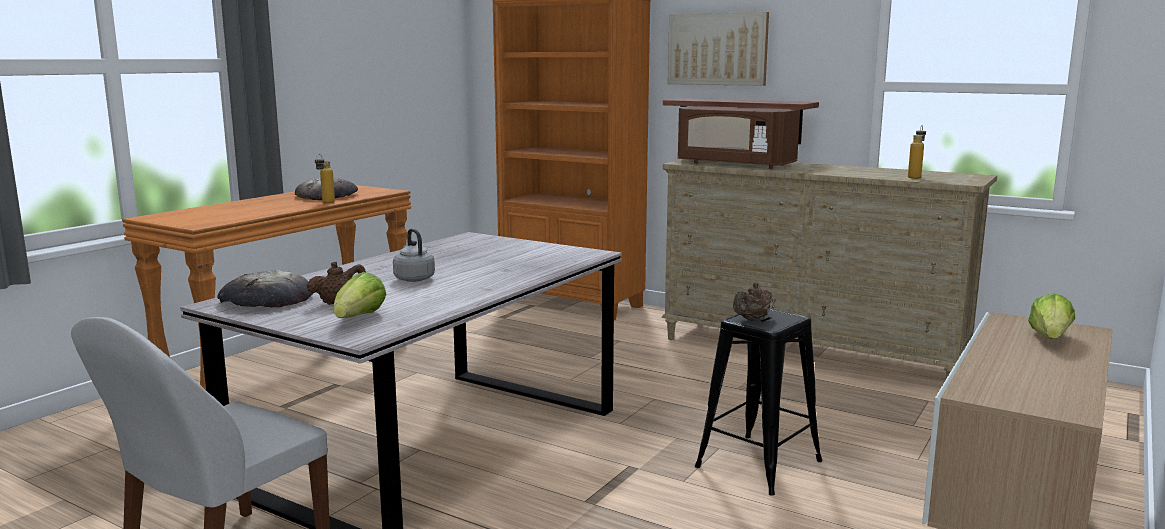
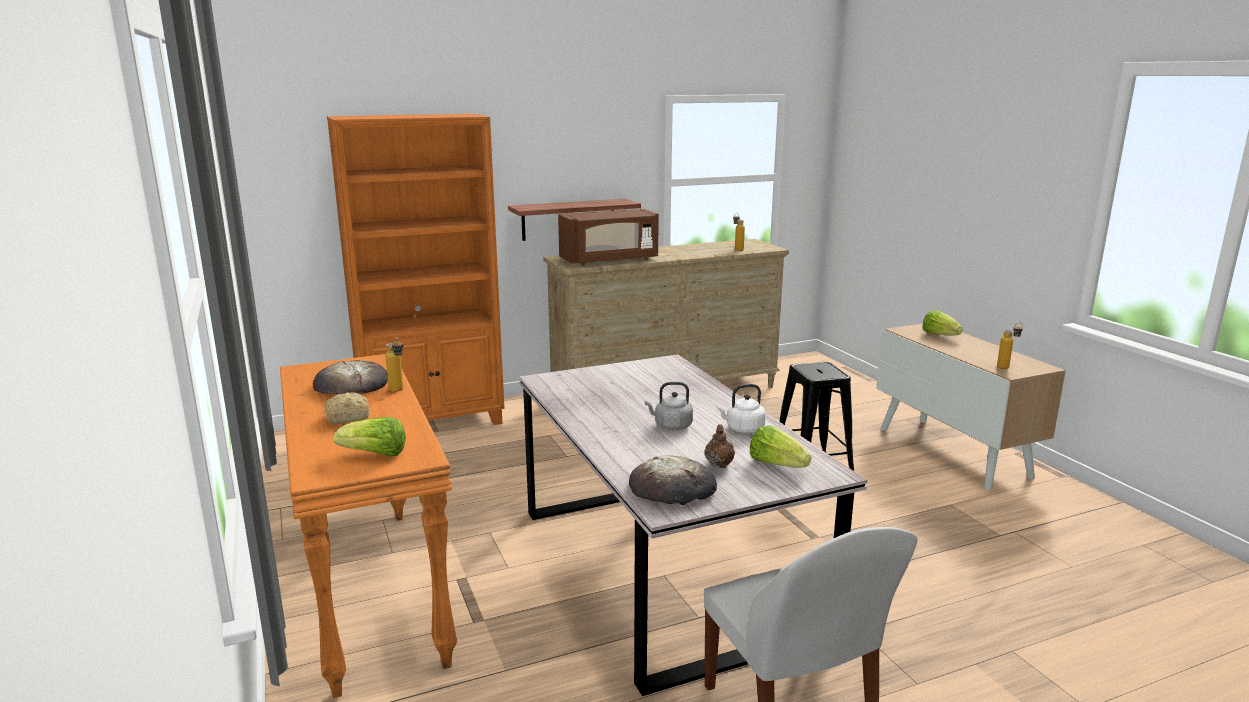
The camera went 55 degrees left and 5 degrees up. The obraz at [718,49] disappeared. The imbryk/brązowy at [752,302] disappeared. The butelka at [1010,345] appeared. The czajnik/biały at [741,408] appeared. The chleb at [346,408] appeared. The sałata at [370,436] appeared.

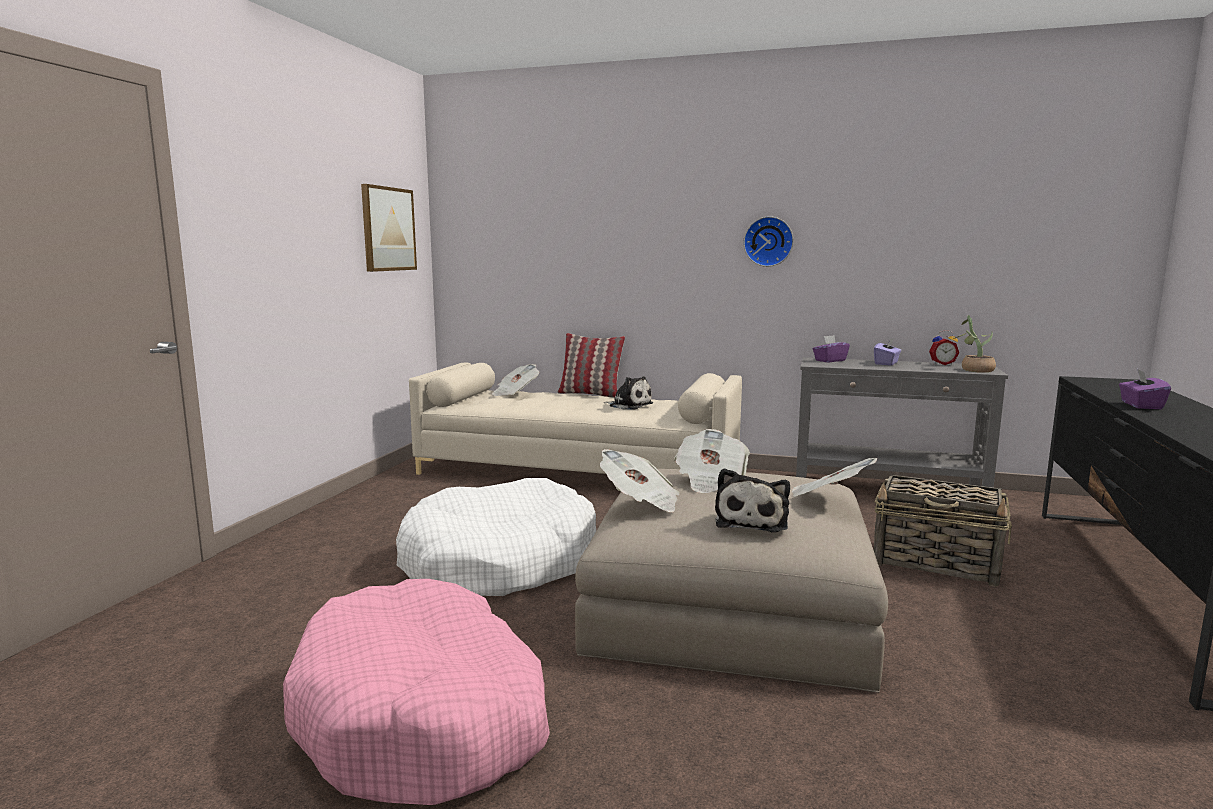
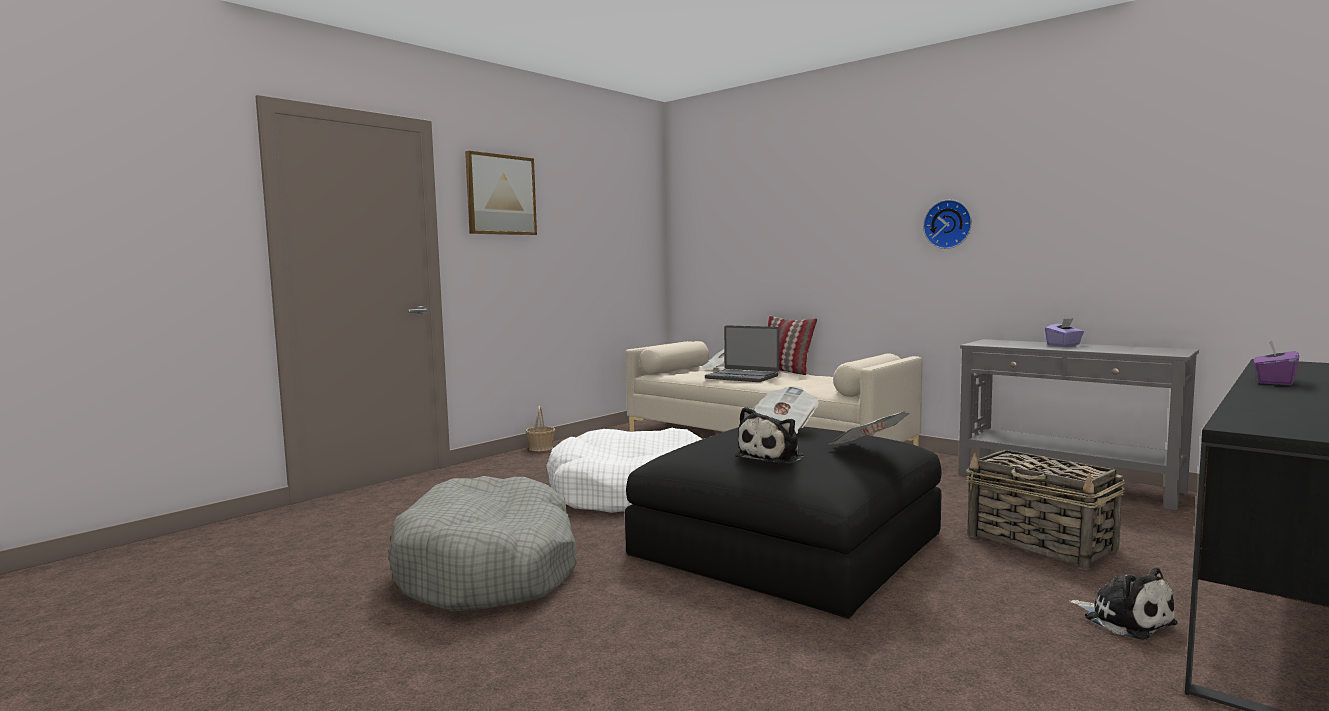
The camera went 25 degrees right and 5 degrees down. The obraz moved from [389,228] to [501,193]. The roślina doniczkowa at [974,344] disappeared. The budzik at [944,347] disappeared. The pudełko chusteczek/fioletowy at [831,348] disappeared. The pluszak moved from [628,393] to [1123,604]. The gazeta at [640,480] disappeared. The pufa/beżowy at [731,581] became the pufa/czarny at [783,523]. The legowisko/różowy at [416,692] became the legowisko/szary at [483,543]. The laptop at [742,353] appeared. The koszyk at [540,428] appeared.

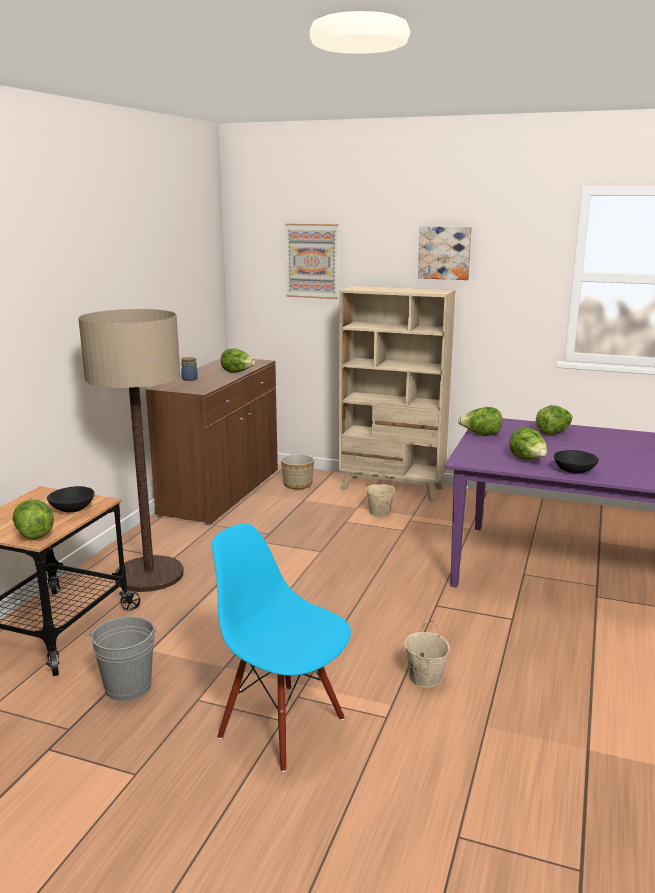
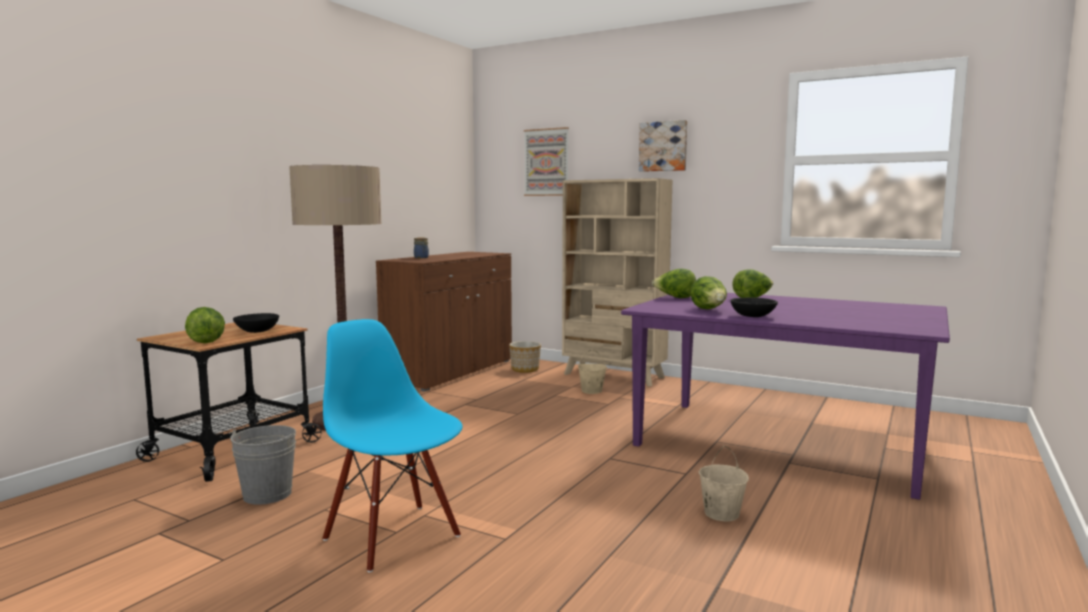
The camera went 10 degrees right and 10 degrees down. The sałata at [238,360] disappeared. The wiadro/beżowy moved from [427,654] to [724,483].

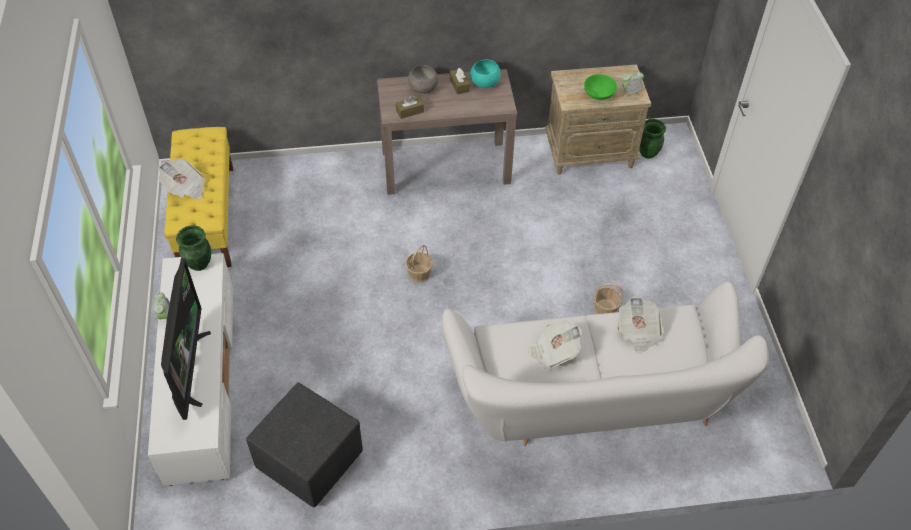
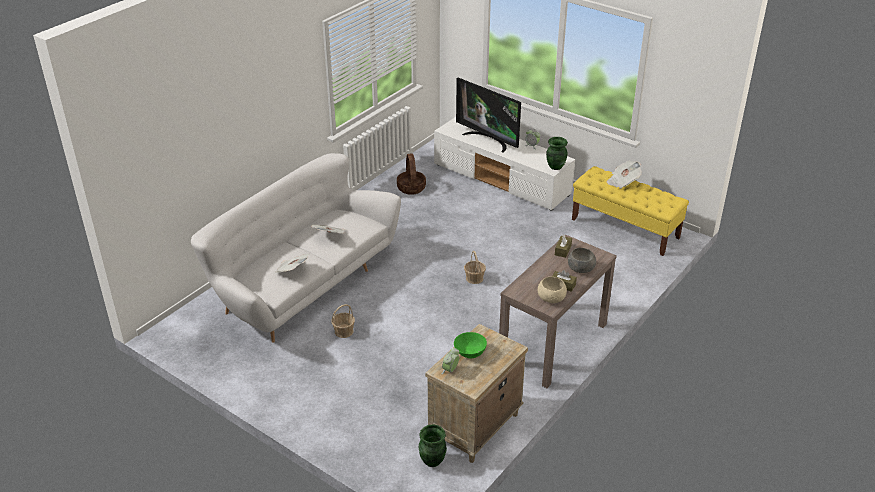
The camera went 135 degrees right and 15 degrees down. The miska/turkusowy at [485,74] became the miska/beżowy at [552,290]. The pufa/czarny at [304,445] was replaced by the koszyk at [411,174].

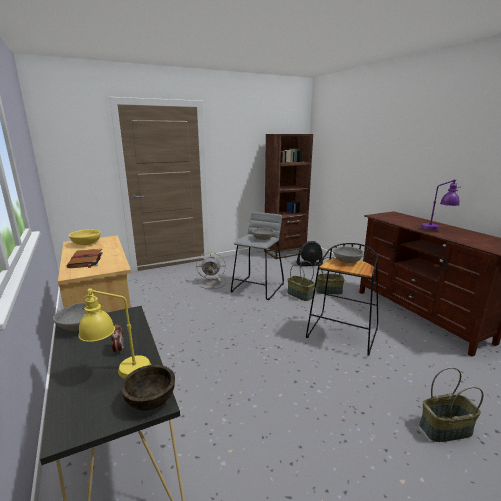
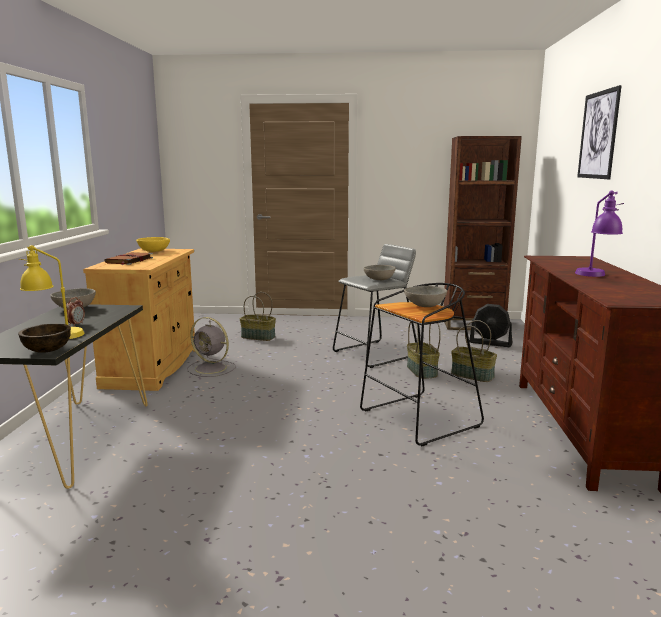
The camera went 30 degrees right and 5 degrees down. The wentylator/szary moved from [211,270] to [211,347]. The koszyk moved from [451,404] to [258,316]. The obraz at [599,132] appeared.

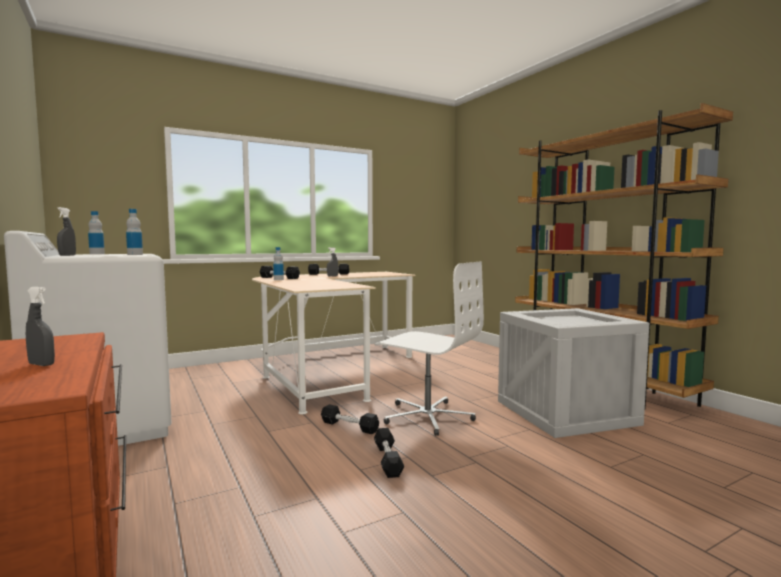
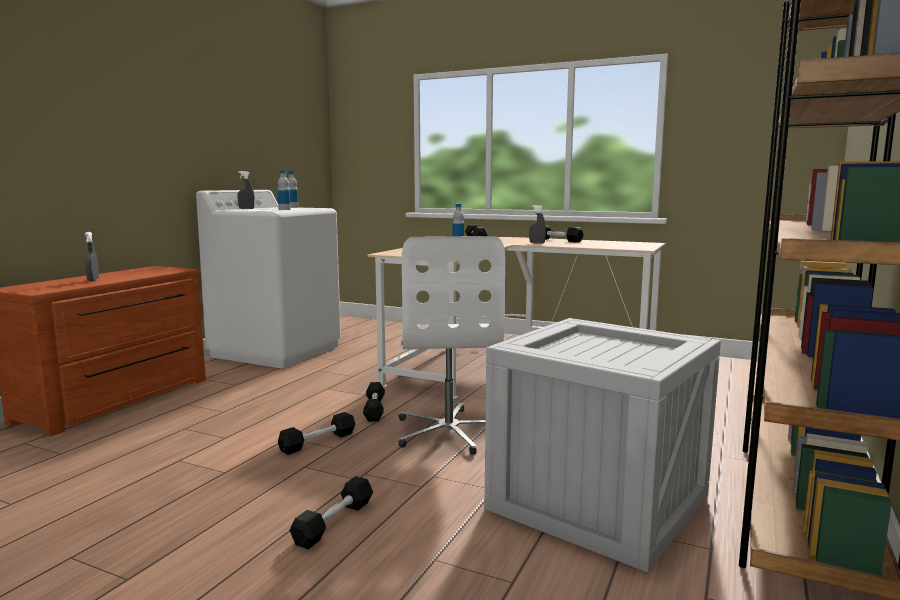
The camera went 55 degrees right and 5 degrees up. The hantel/czarny at [331,512] appeared.

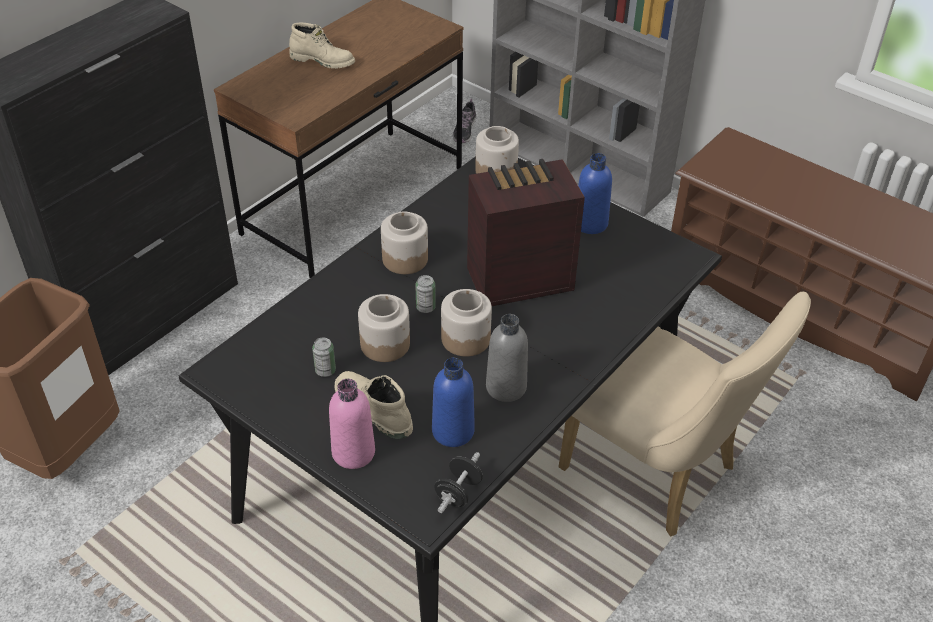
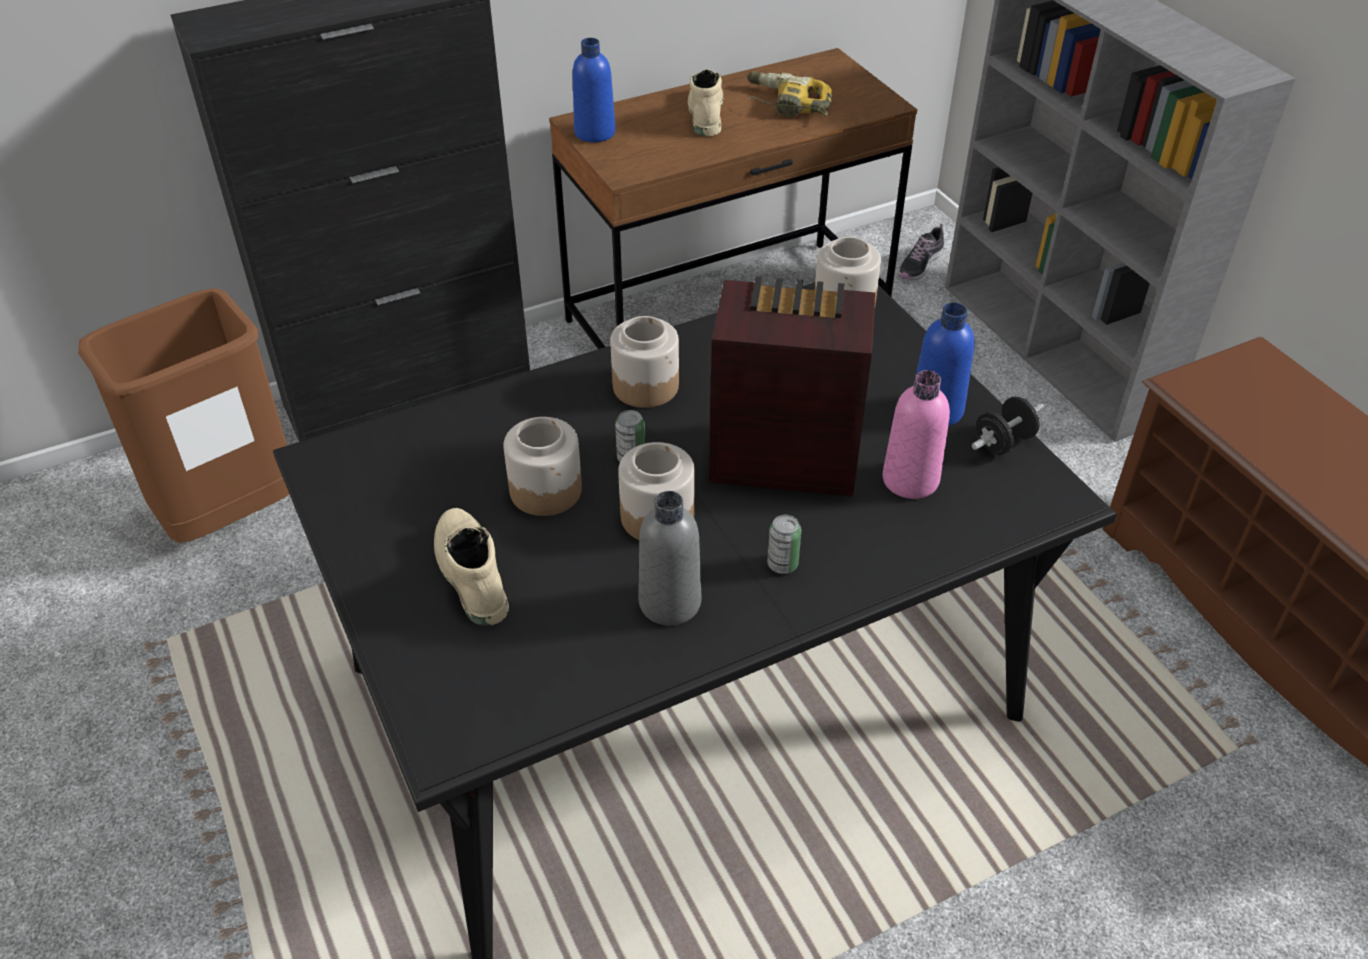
The camera went 25 degrees right and 0 degrees up. The but z cholewką/beżowy at [322,46] turned 135 degrees counterclockwise. The krzesło/beżowy at [684,414] disappeared. The puszka moved from [324,357] to [784,544]. The butelka/niebieski moved from [453,402] to [594,90]. The butelka/różowy moved from [352,424] to [916,434]. The hantel/czarny moved from [458,482] to [1008,425]. The wiertarka at [789,94] appeared.

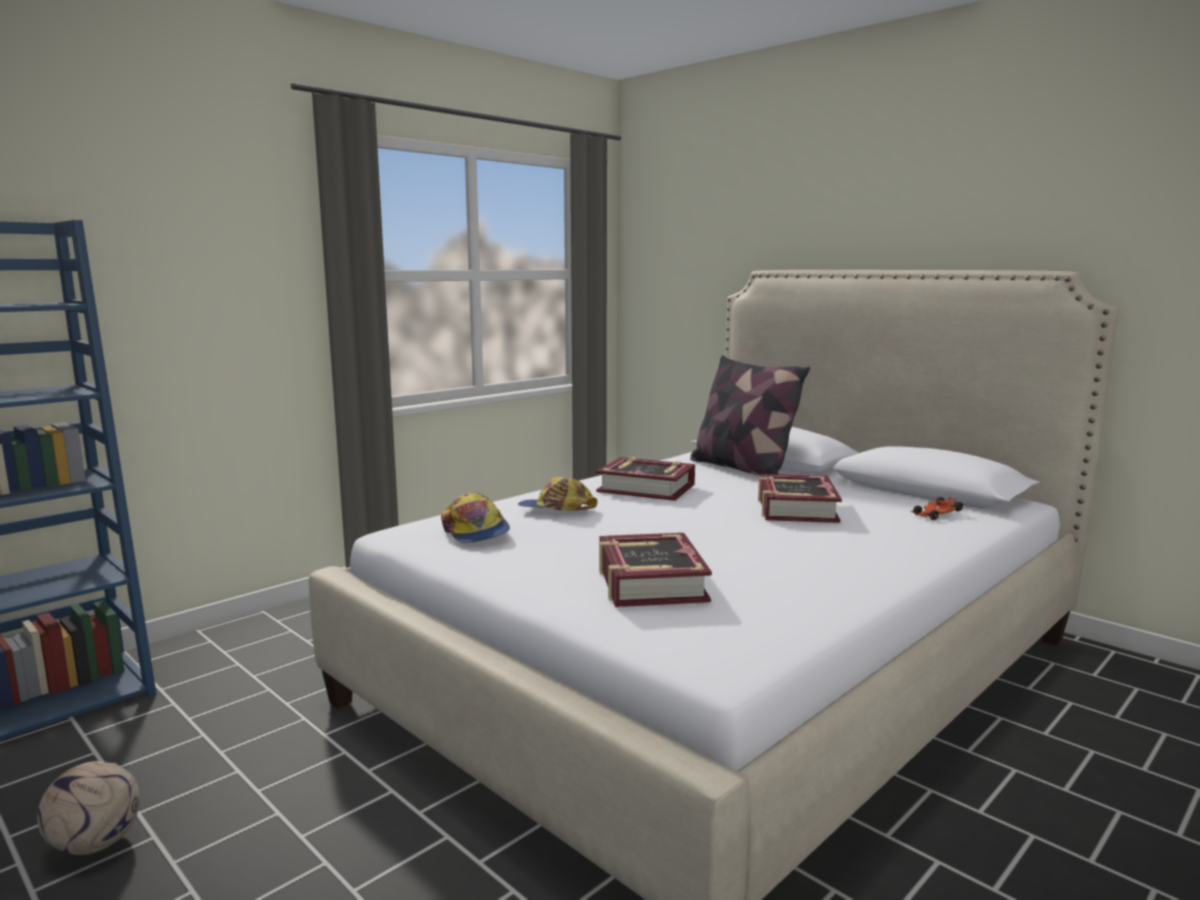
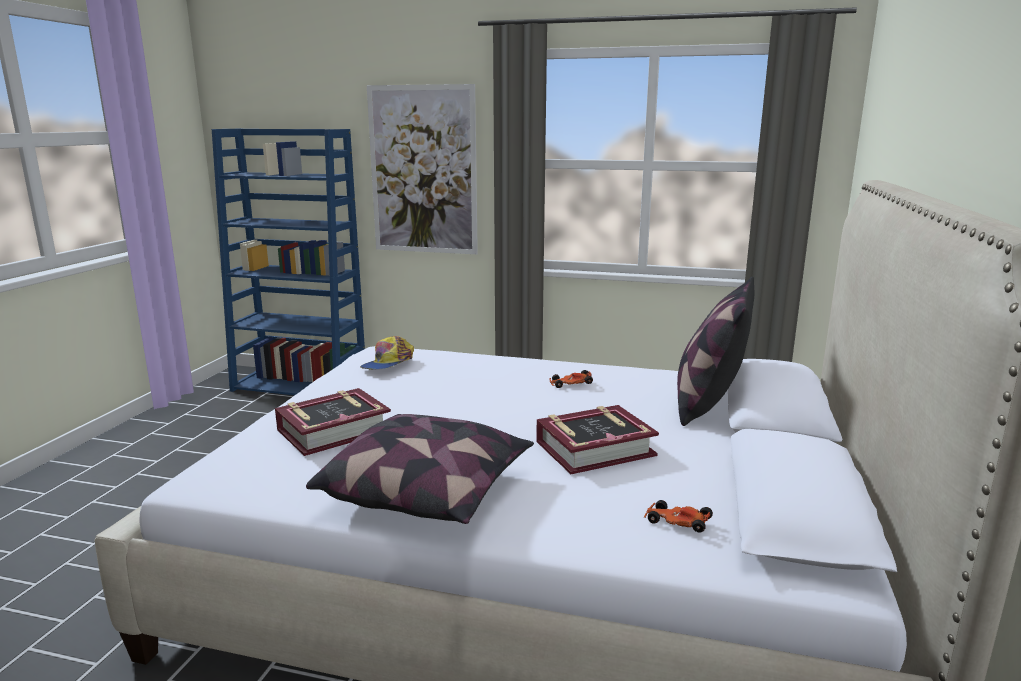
The camera went 60 degrees right and 5 degrees up. The książka at [645,479] was replaced by the samochodzik at [571,379]. The czapka z daszkiem at [557,494] disappeared. The piłka futbolowa at [88,808] disappeared. The obraz at [422,169] appeared. The poduszka at [420,469] appeared.

